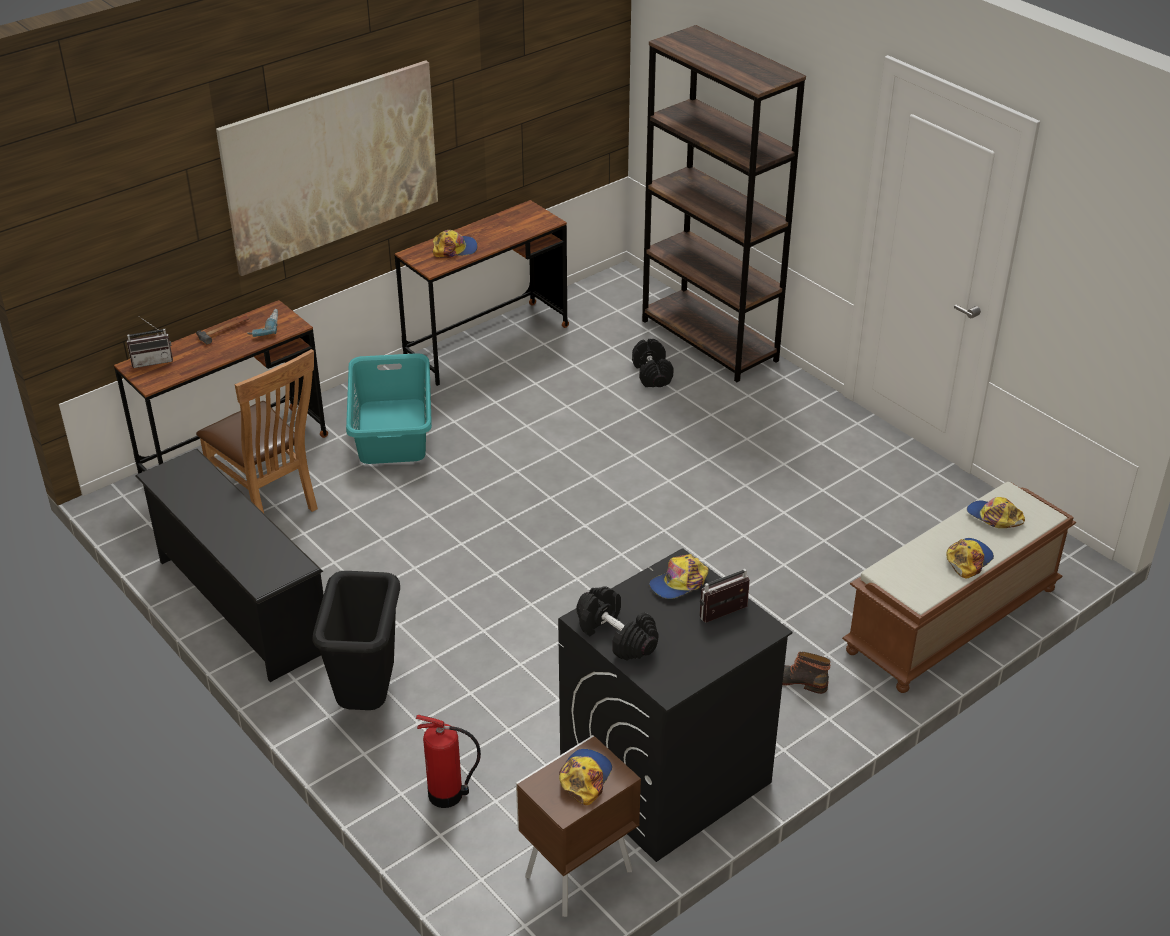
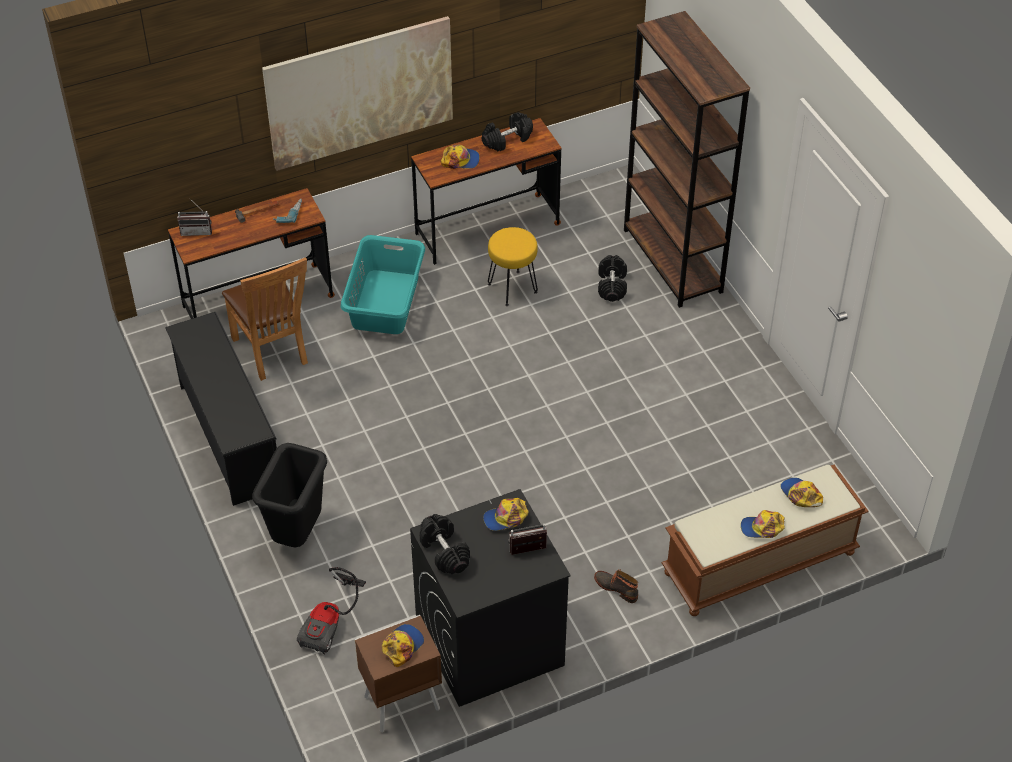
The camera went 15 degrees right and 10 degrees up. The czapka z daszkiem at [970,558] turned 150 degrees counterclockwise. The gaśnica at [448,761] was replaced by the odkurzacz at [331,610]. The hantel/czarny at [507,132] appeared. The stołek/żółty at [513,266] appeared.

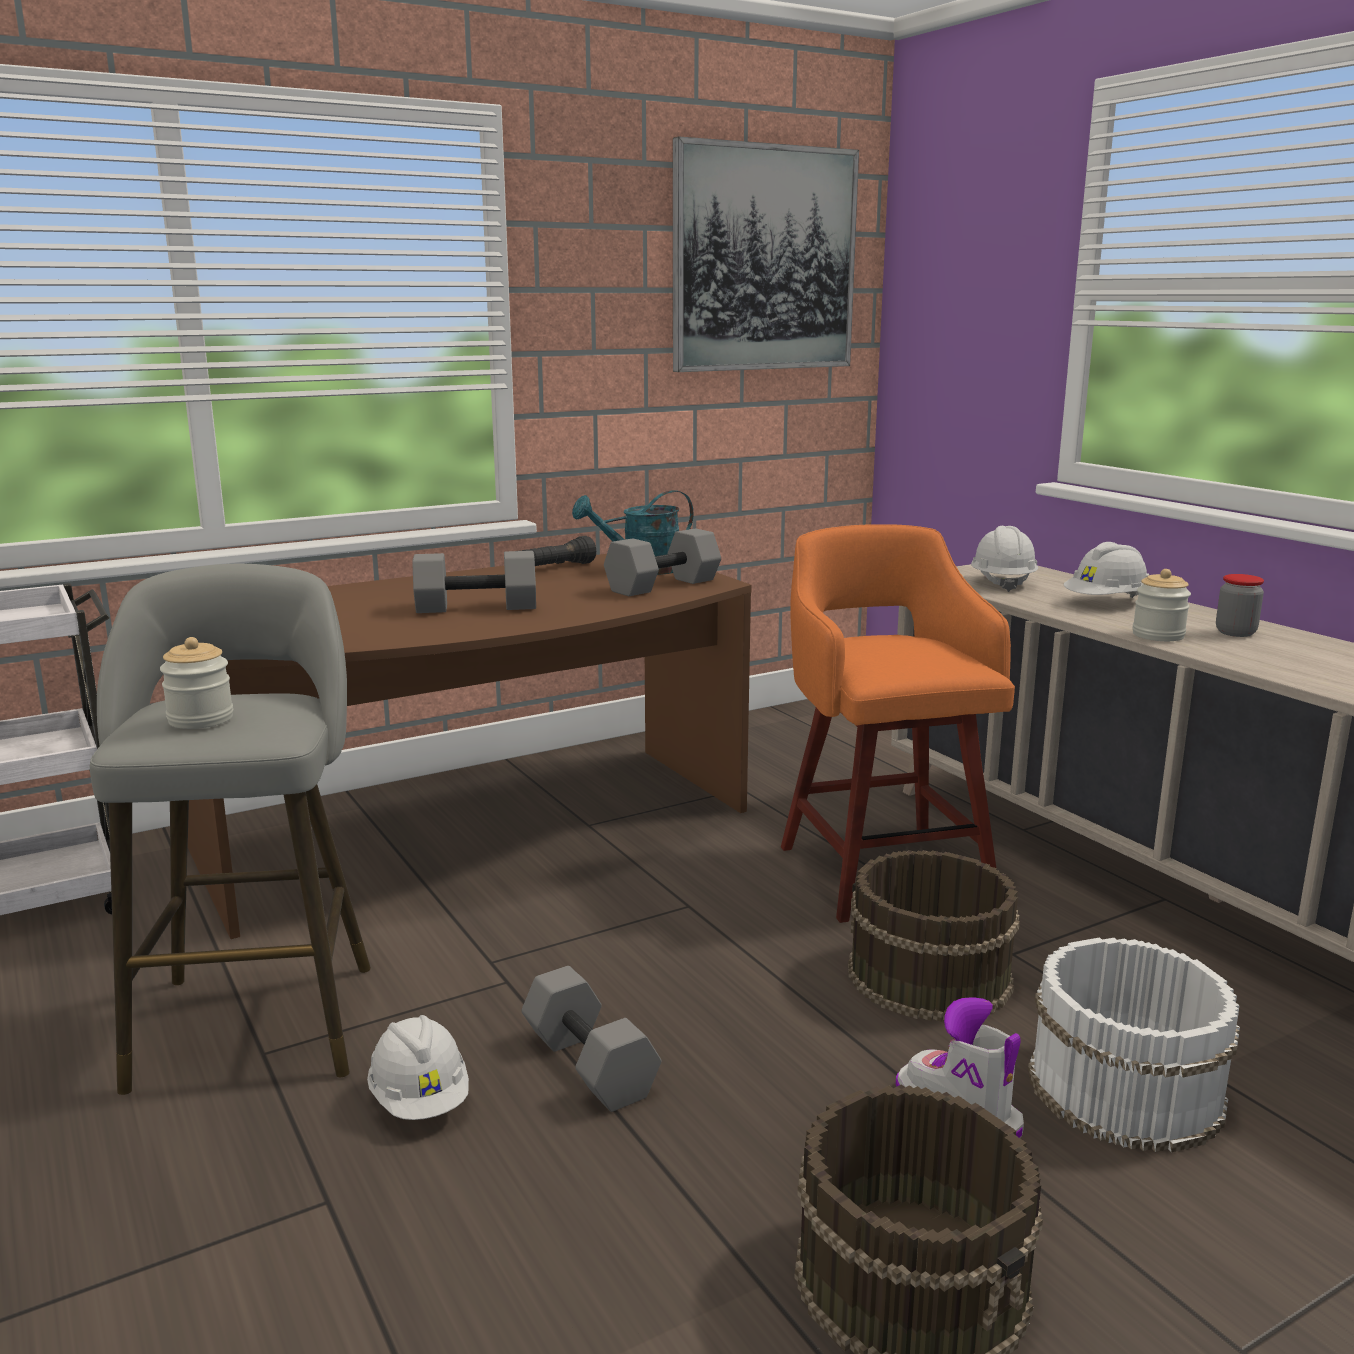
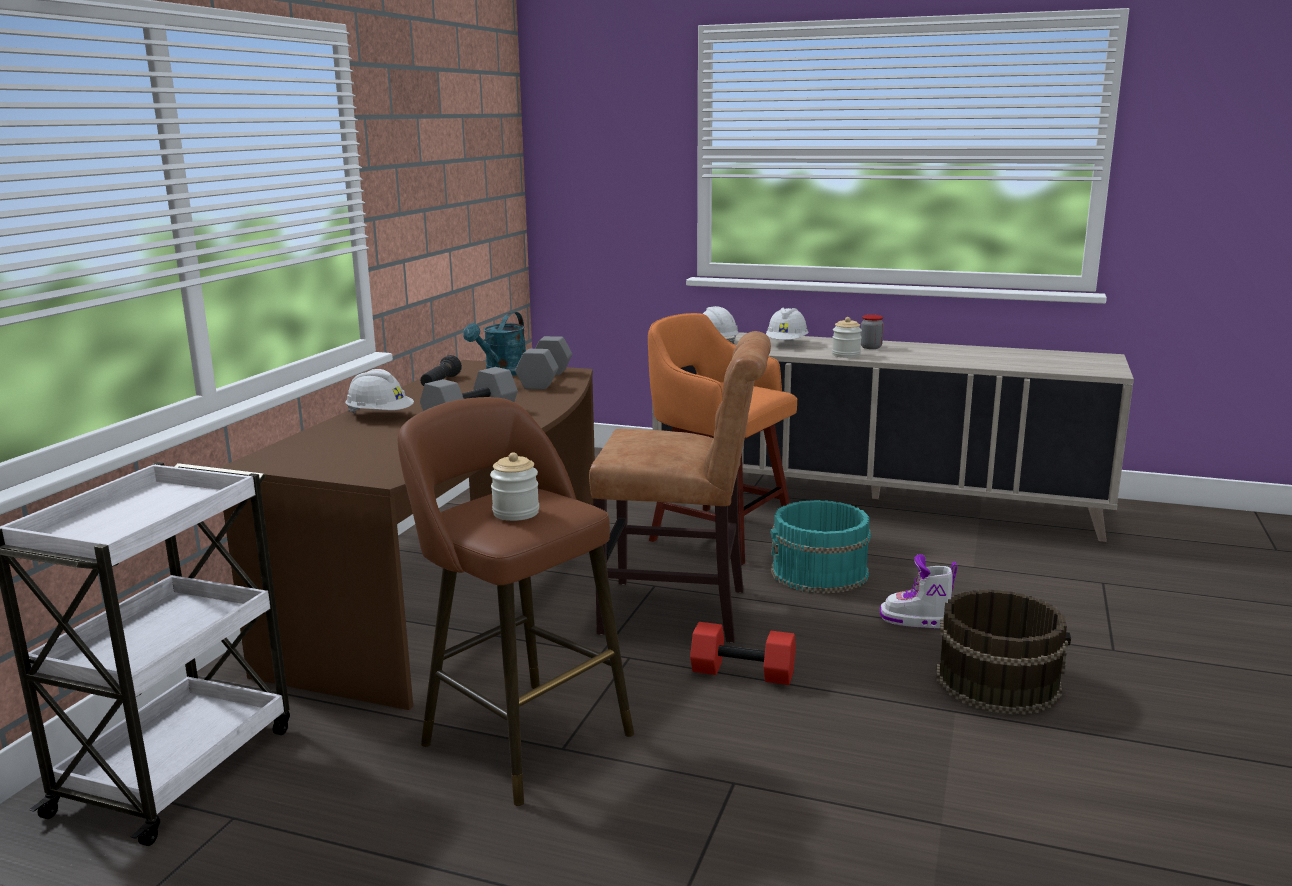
The camera went 40 degrees left and 0 degrees up. The obraz at [766,254] disappeared. The stołek/szary at [230,829] became the stołek/brązowy at [516,601]. The wiadro/brązowy at [934,936] became the wiadro/turkusowy at [821,547]. The wiadro/biały at [1134,1044] disappeared. The hantel/szary at [591,1039] became the hantel/czerwony at [743,653]. The kask/biały moved from [418,1067] to [379,391]. The krzesło/brązowy at [680,487] appeared.

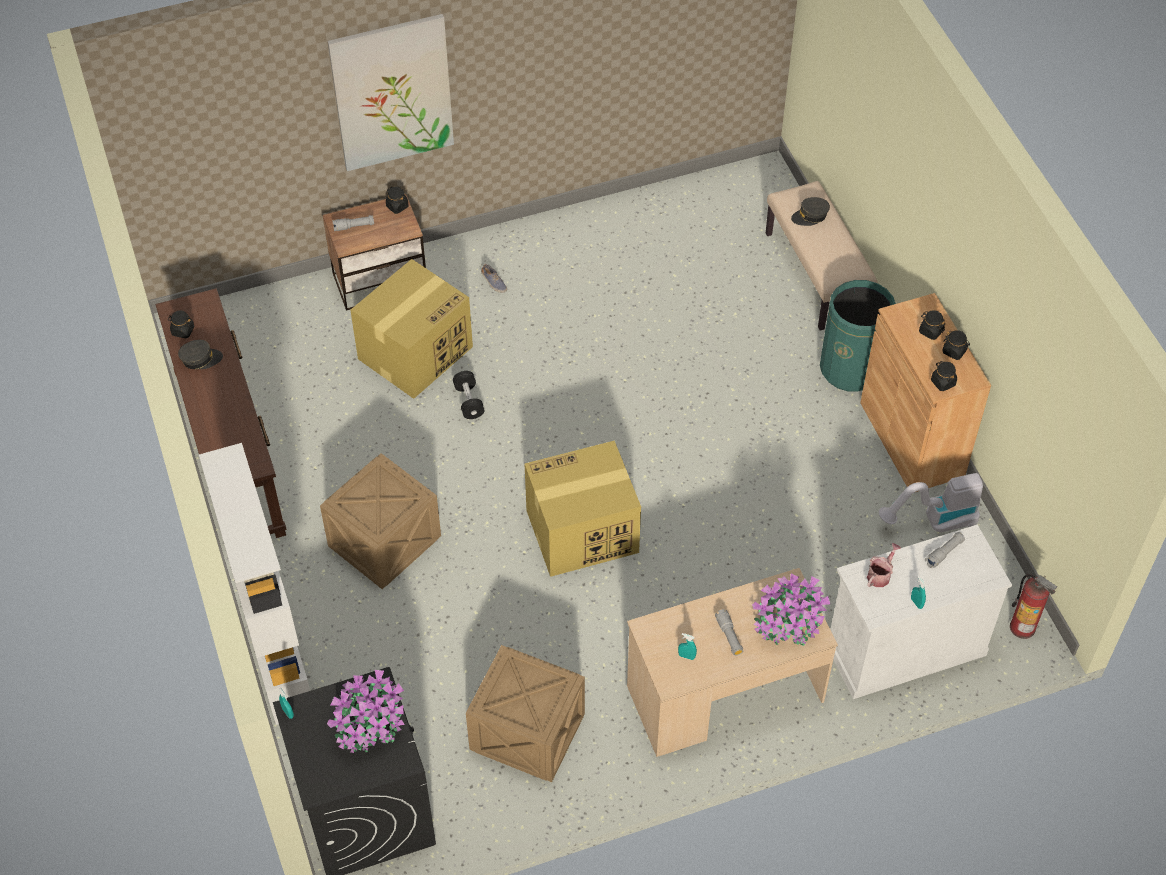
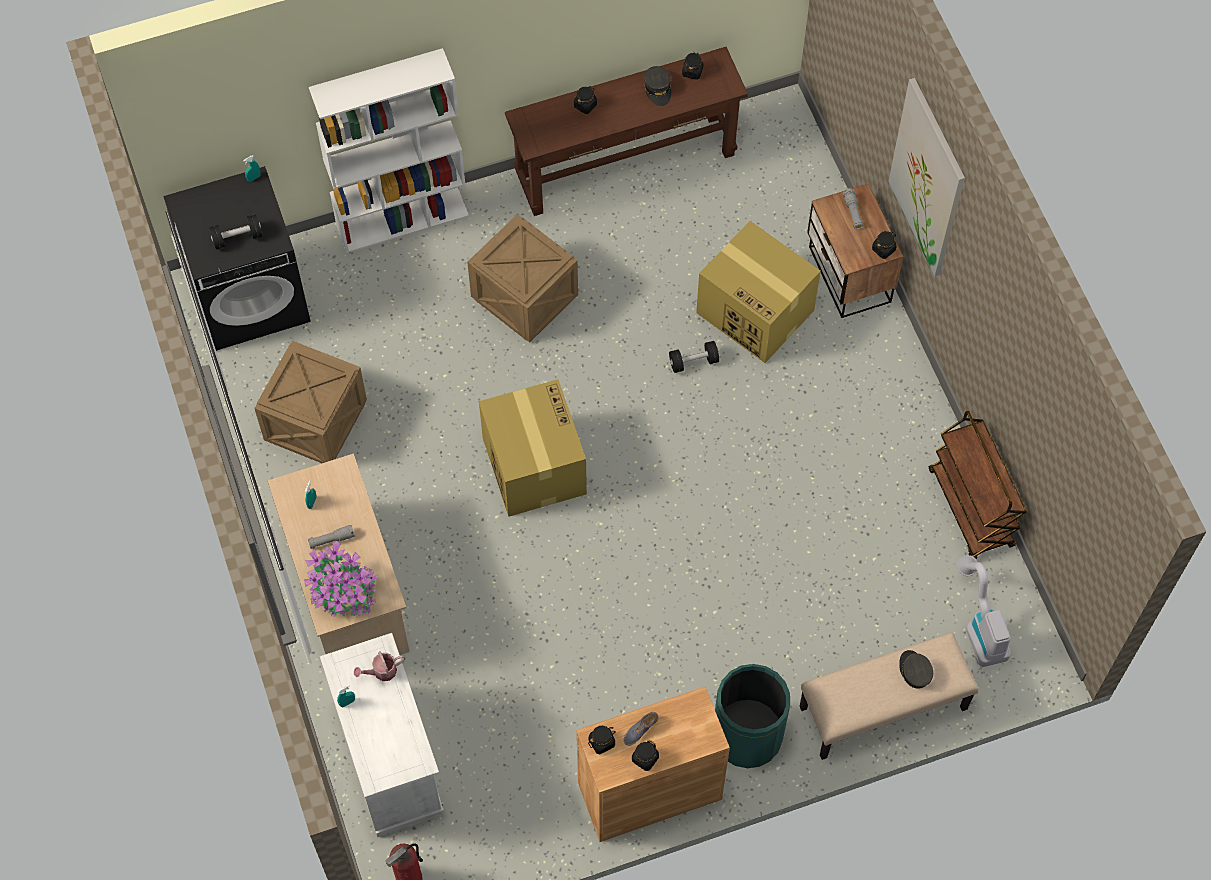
The camera went 90 degrees right and 10 degrees up. The but moved from [494,278] to [641,729]. The słoik/czarny moved from [932,325] to [585,100]. The odkurzacz moved from [931,502] to [984,611]. The latarka/szary at [945,550] disappeared. The konewka at [884,565] turned 120 degrees clockwise. The roślina doniczkowa at [366,711] was replaced by the hantel/czarny at [235,231]. The wózek/brązowy at [978,485] appeared.

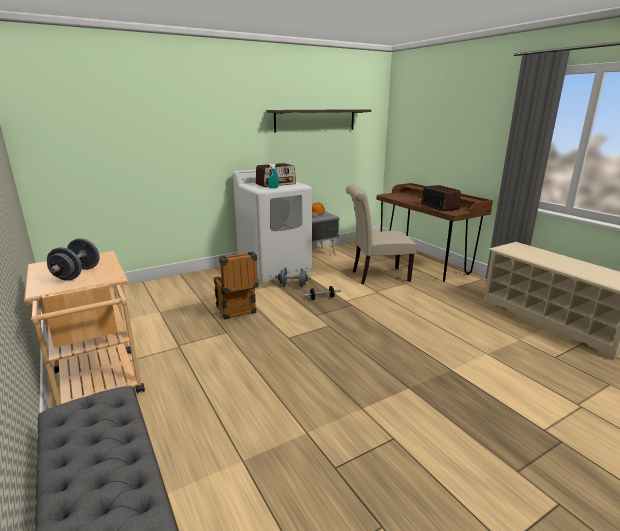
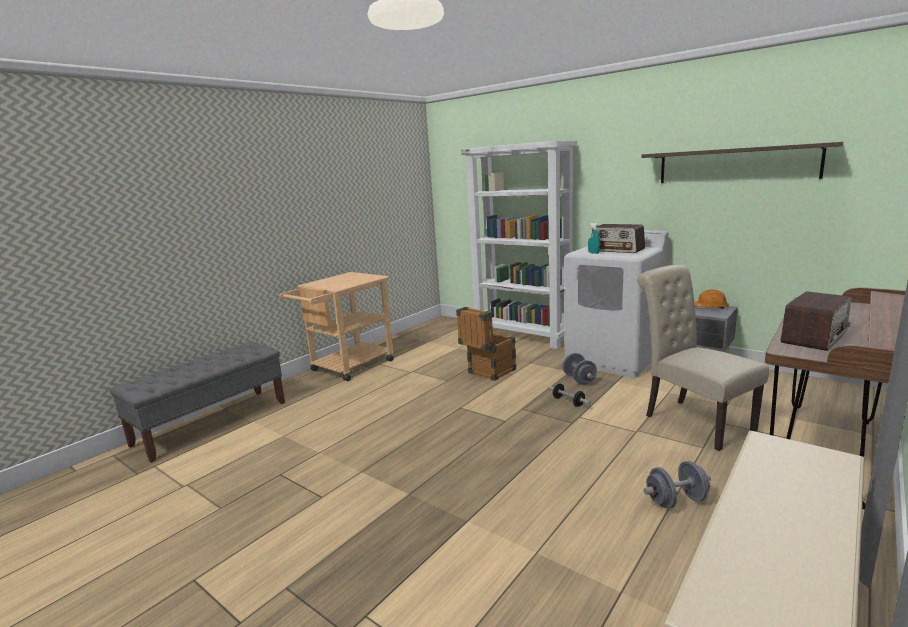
The camera went 70 degrees right and 5 degrees down. The hantel/szary moved from [73,259] to [677,485]. The regał/biały at [519,244] appeared.

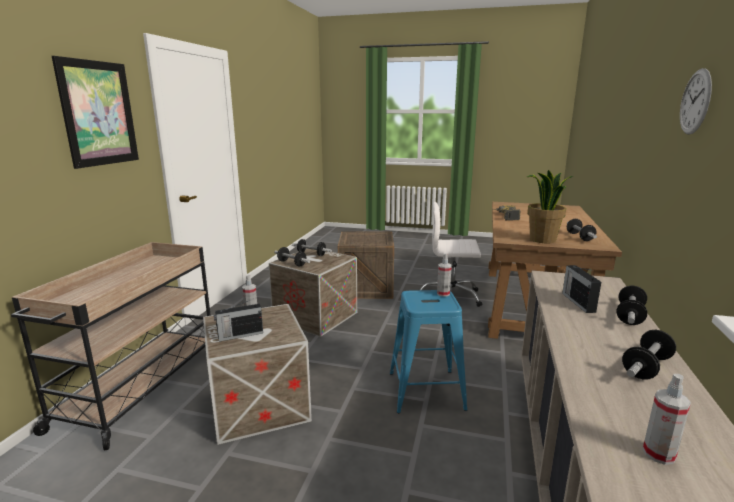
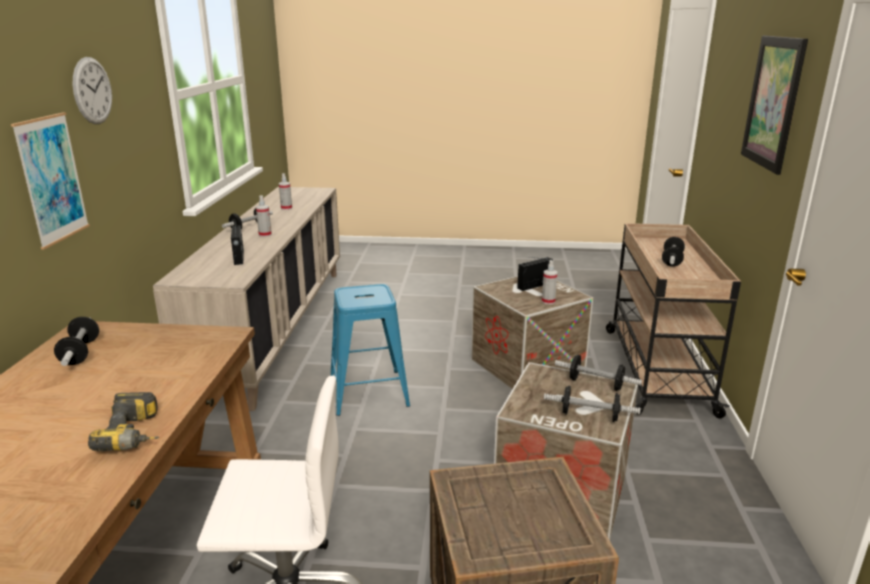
The camera went 170 degrees right and 5 degrees up. The roślina doniczkowa at [550,207] disappeared. The spryskiwacz moved from [444,275] to [264,216]. The hantel moved from [632,305] to [673,252]. The obraz at [50,181] appeared.

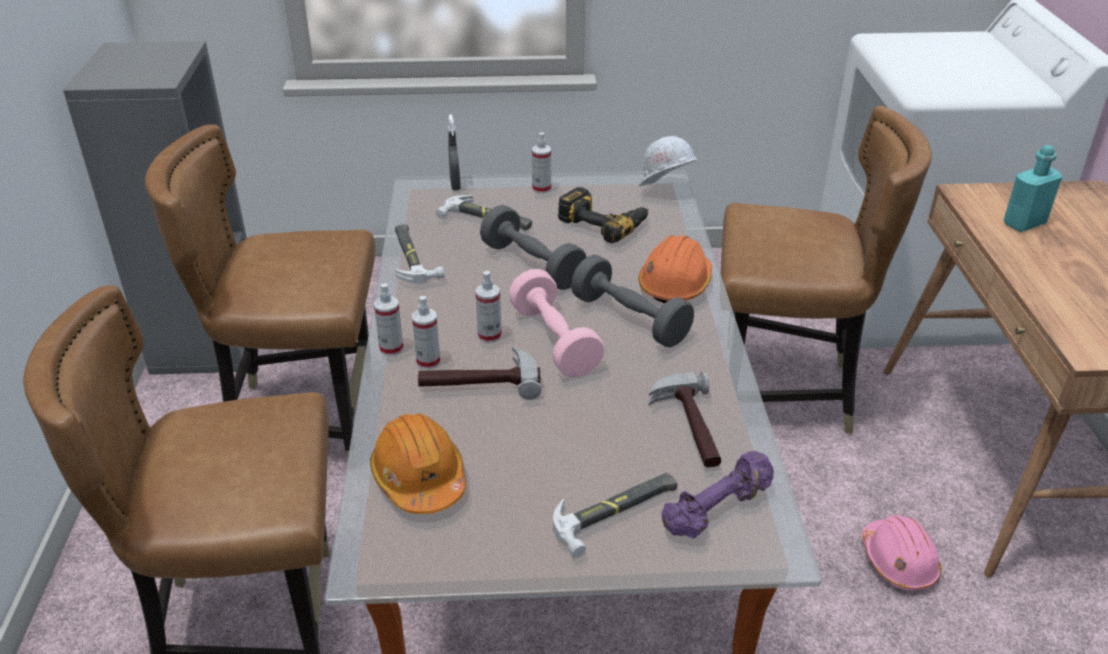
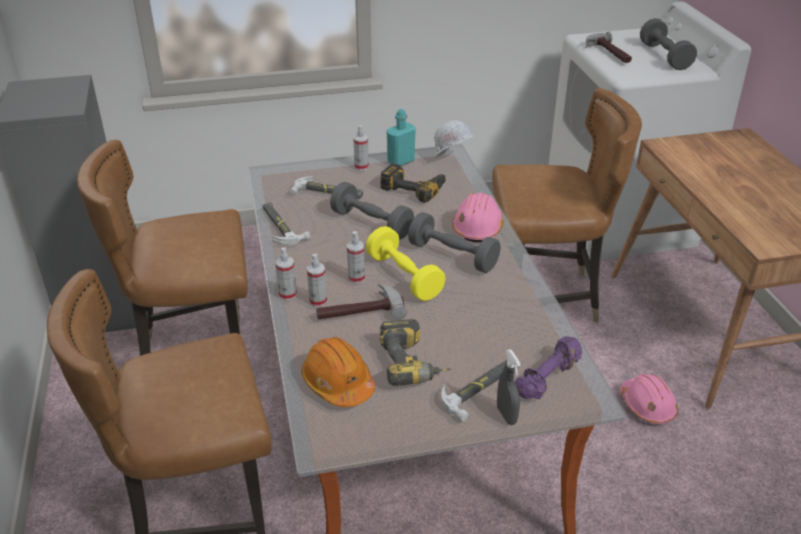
The camera went 10 degrees left and 0 degrees up. The spryskiwacz/szary moved from [454,152] to [509,387]. The butelka/turkusowy moved from [1033,188] to [401,137]. The kask/pomarańczowy at [675,269] became the kask/różowy at [477,217]. The hantel/różowy at [557,323] became the hantel/żółty at [406,263]. The młotek moved from [684,419] to [608,47]. The hantel/szary at [668,44] appeared. The wiertarka at [415,352] appeared.

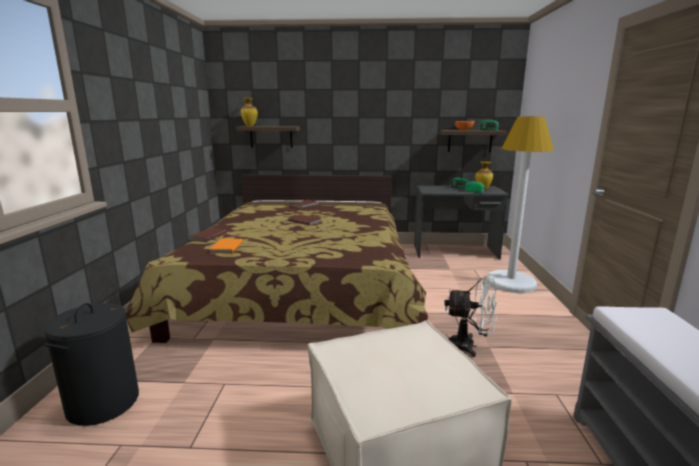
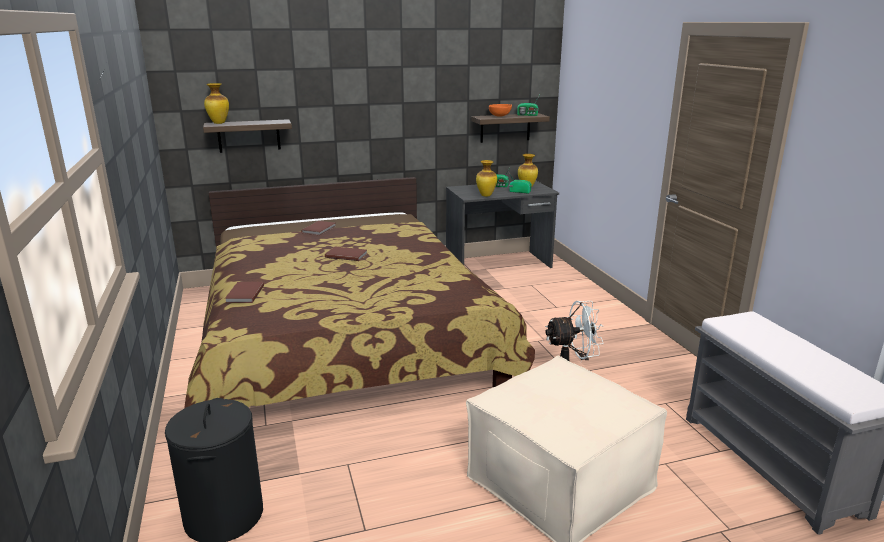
The camera went 20 degrees left and 5 degrees up. The lampa stojąca/biały at [520,205] disappeared. The książka/pomarańczowy at [226,246] disappeared. The wazon at [486,178] appeared.

